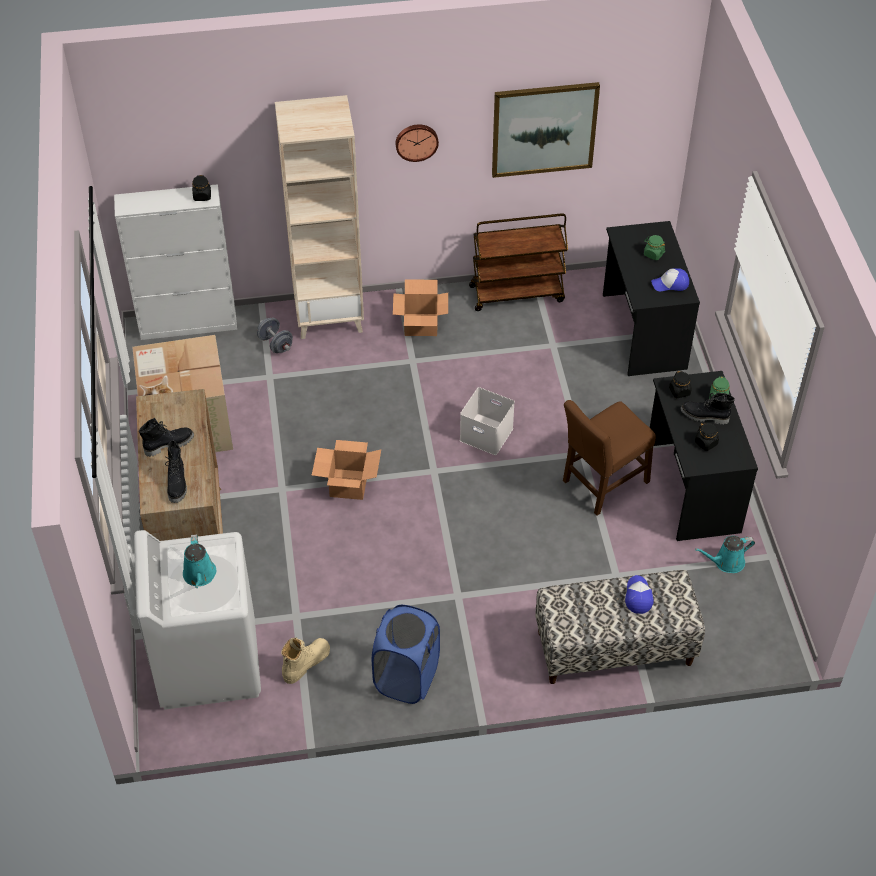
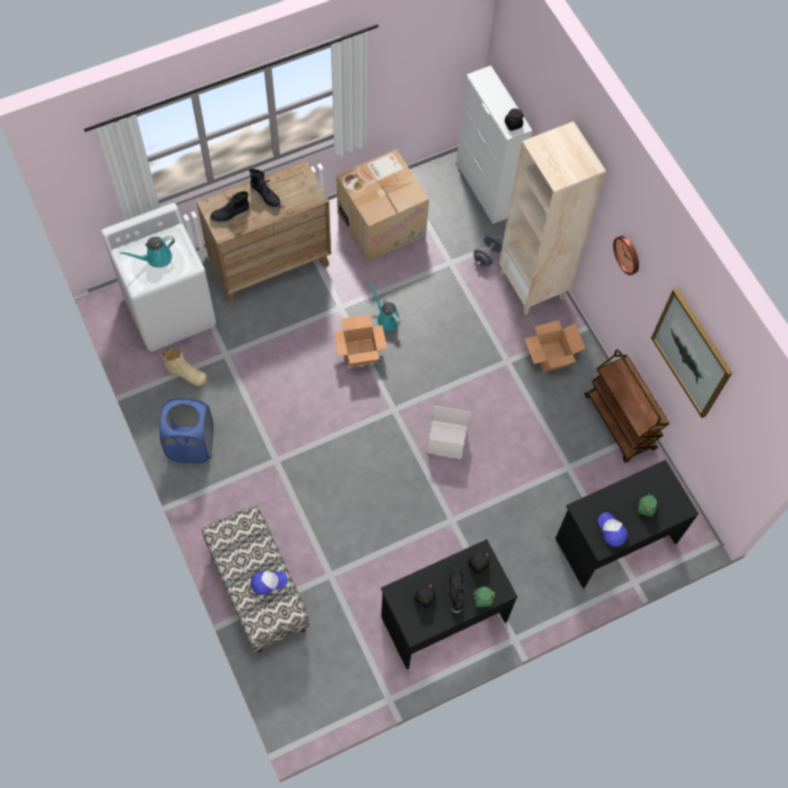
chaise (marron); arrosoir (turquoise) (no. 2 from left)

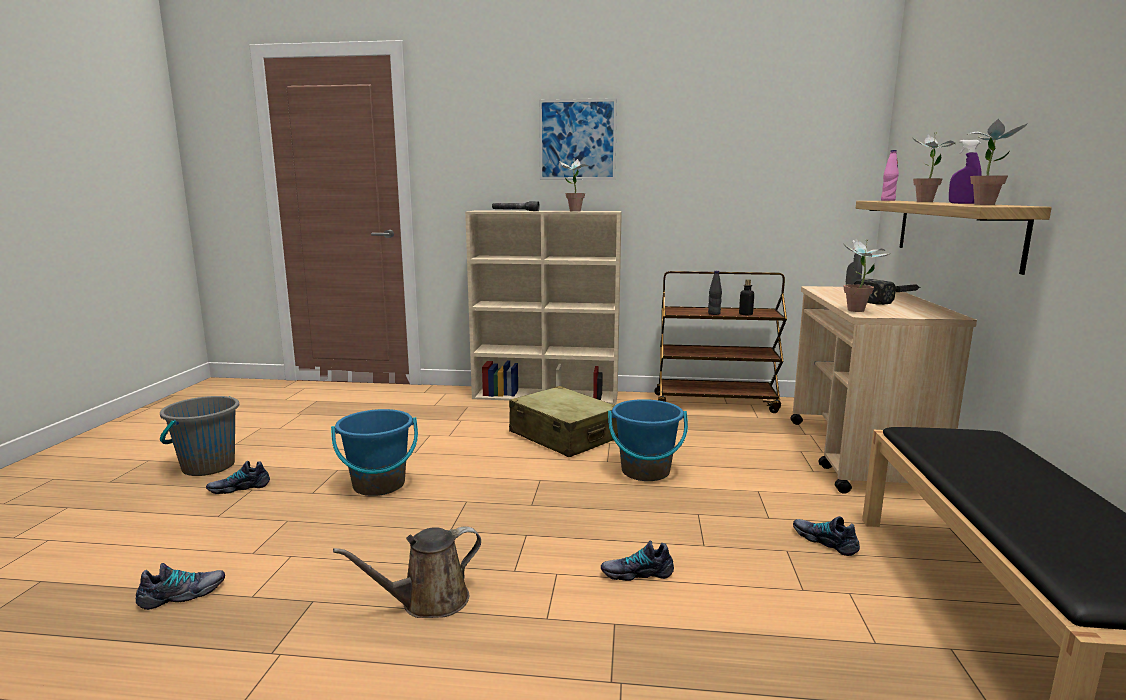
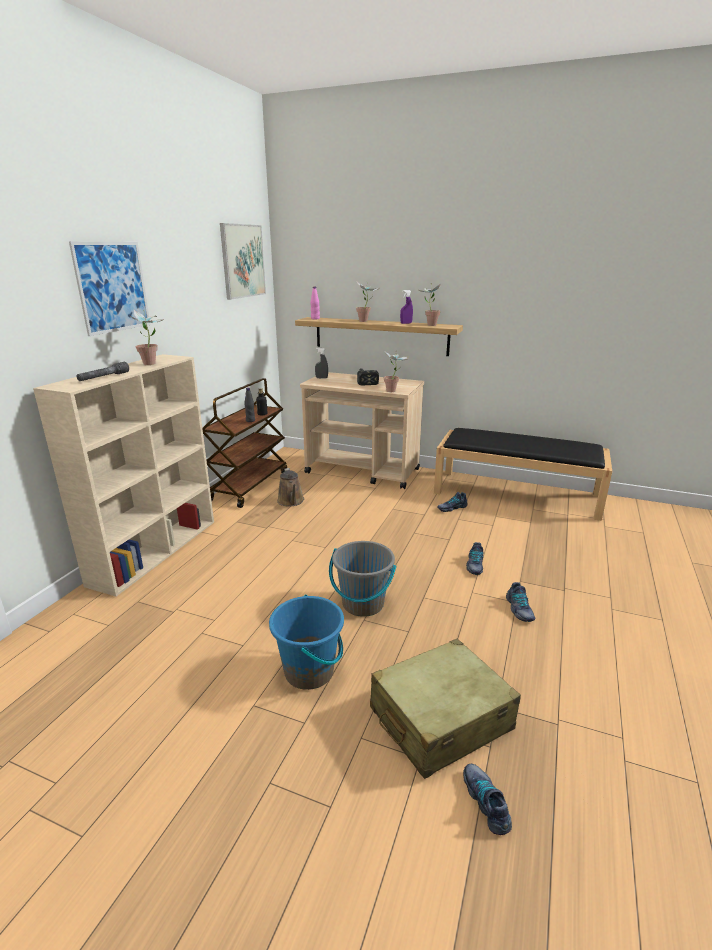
seau (gris); chaussure (no. 4 from left); arrosoir (marron); valise (beige); seau (bleu) (no. 2 from left in the first image); tableau (no. 2 from left)

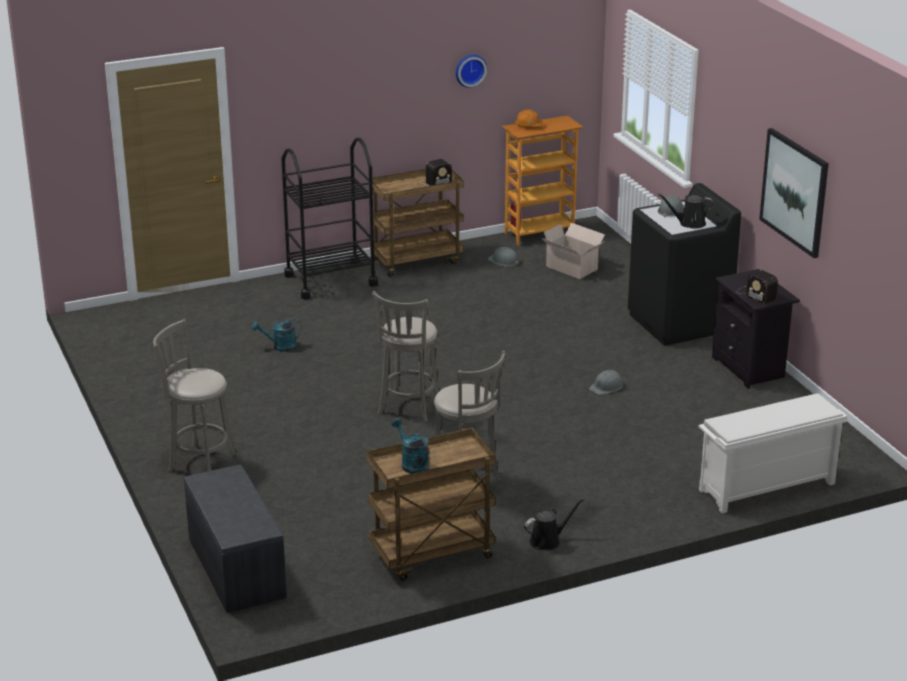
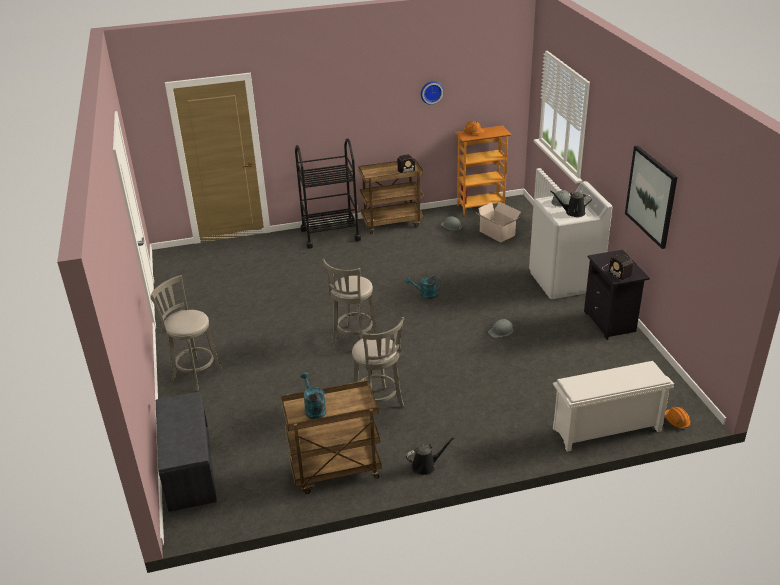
arrosoir (turquoise) (no. 2 from left); lave-linge (blanc); casque de chantier (orange) (no. 2 from left)

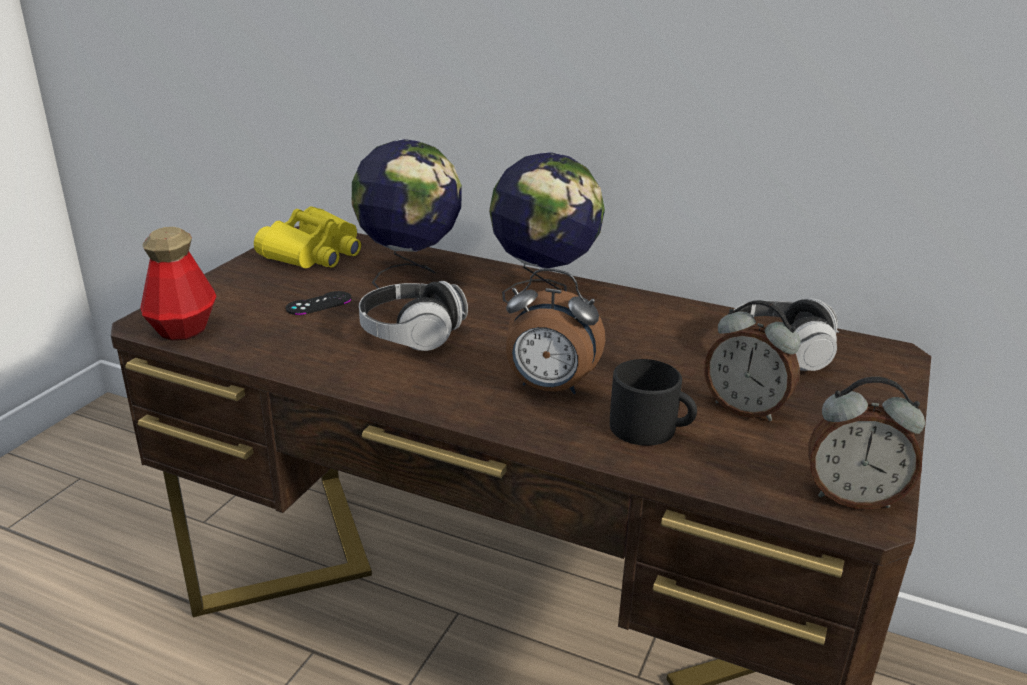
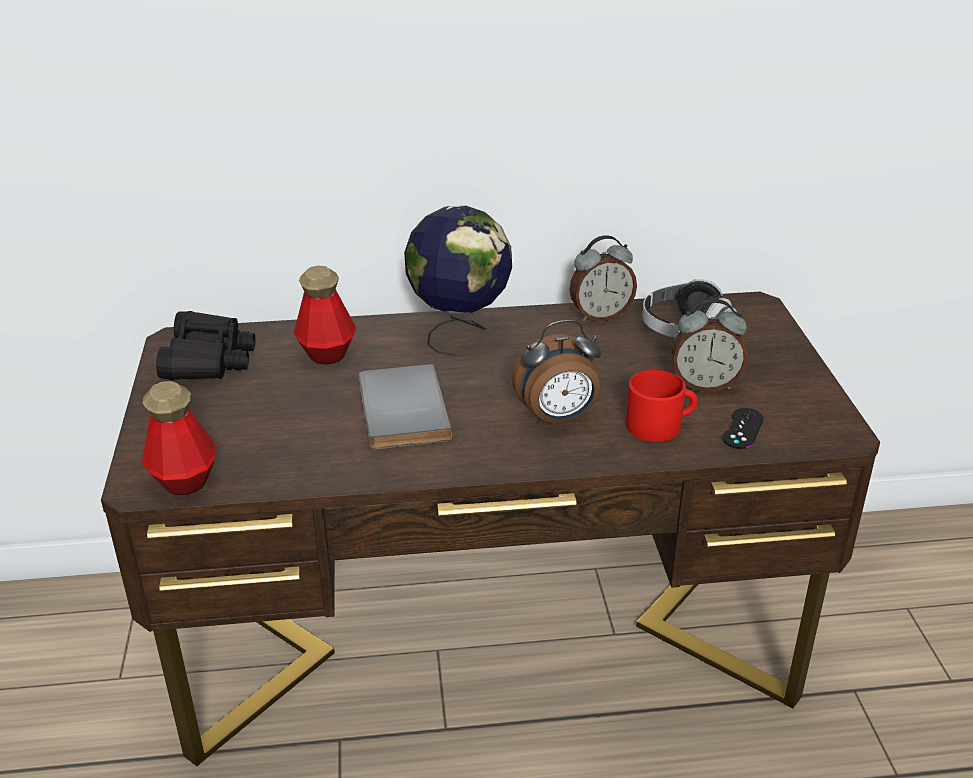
jumelles (noir); manette (noir); bouteille (no. 2 from left); livre (gris); mug (rouge); réveil (no. 2 from left)

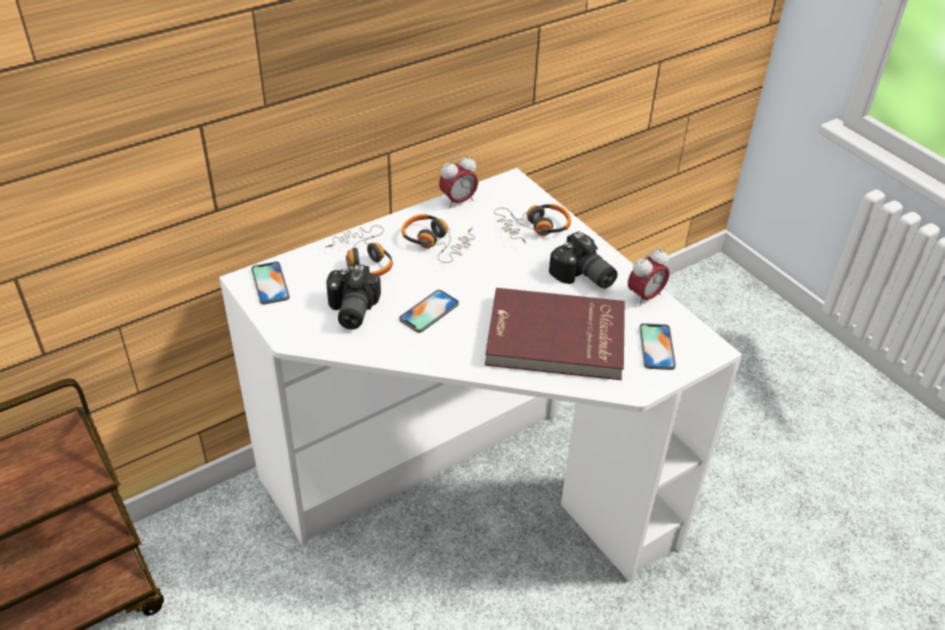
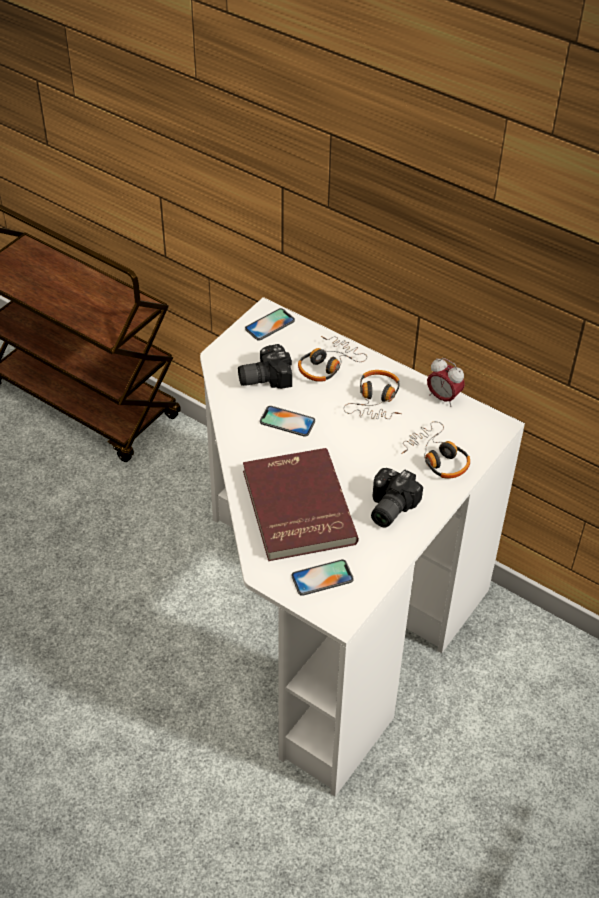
réveil (no. 2 from left in the first image)

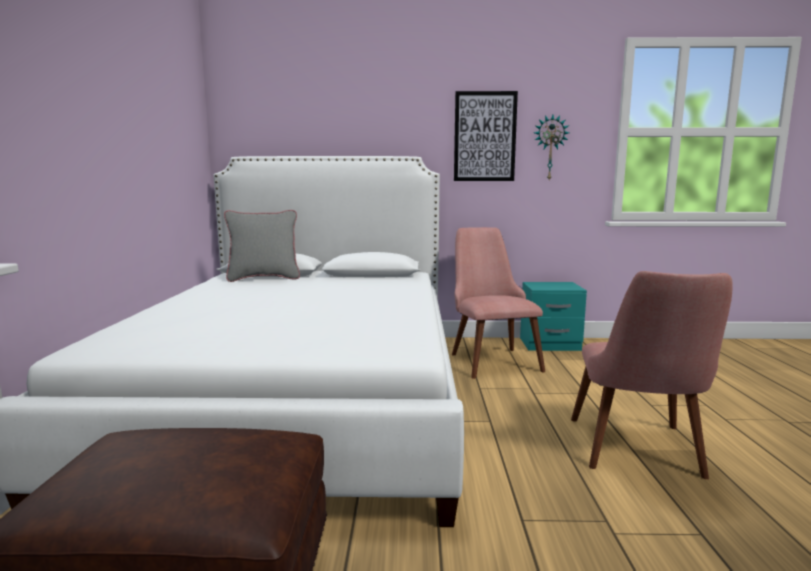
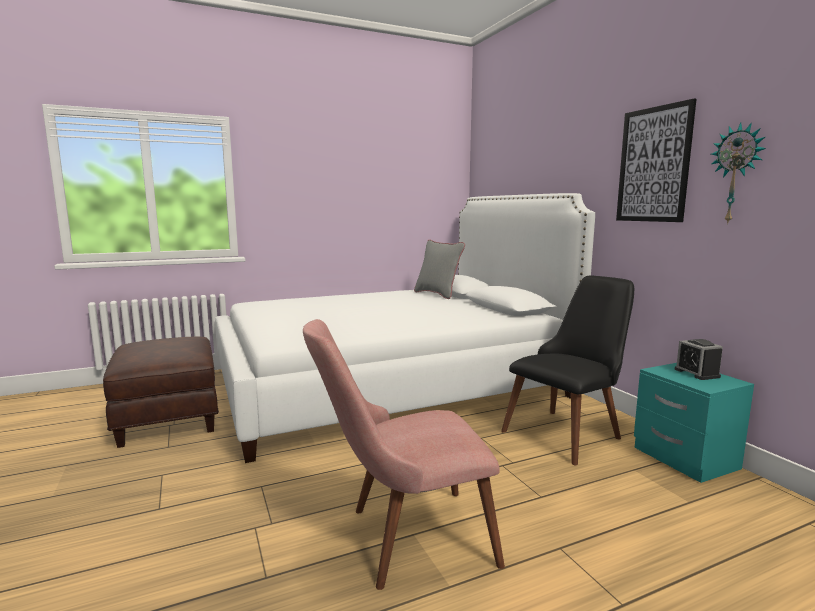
chaise (noir); réveil

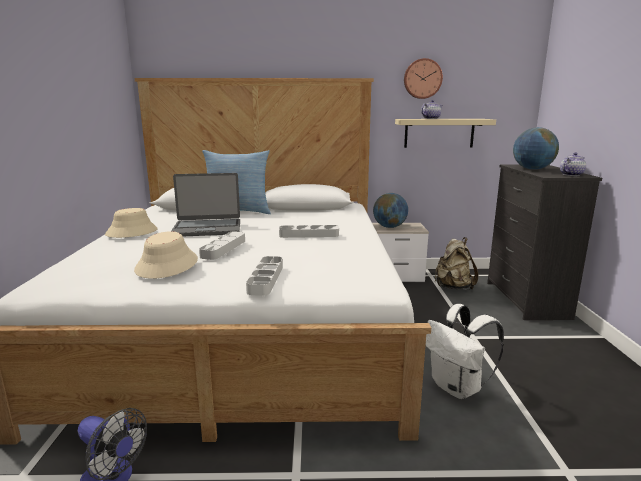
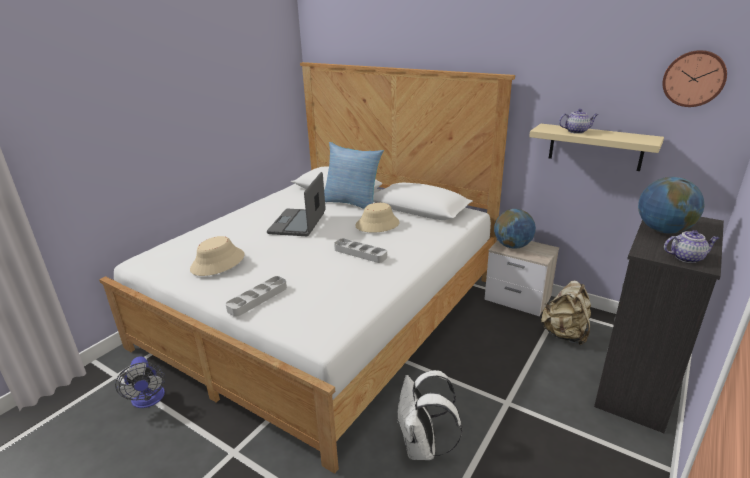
chapeau (beige) (no. 2 from left); ordinateur portable; plateau (gris) (no. 1 from left in the first image); horloge murale

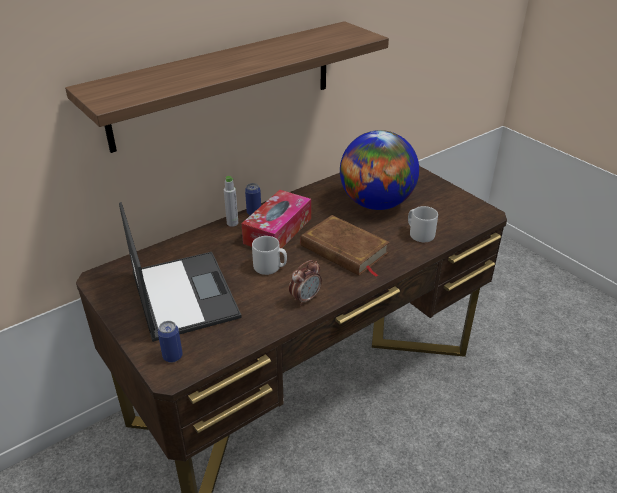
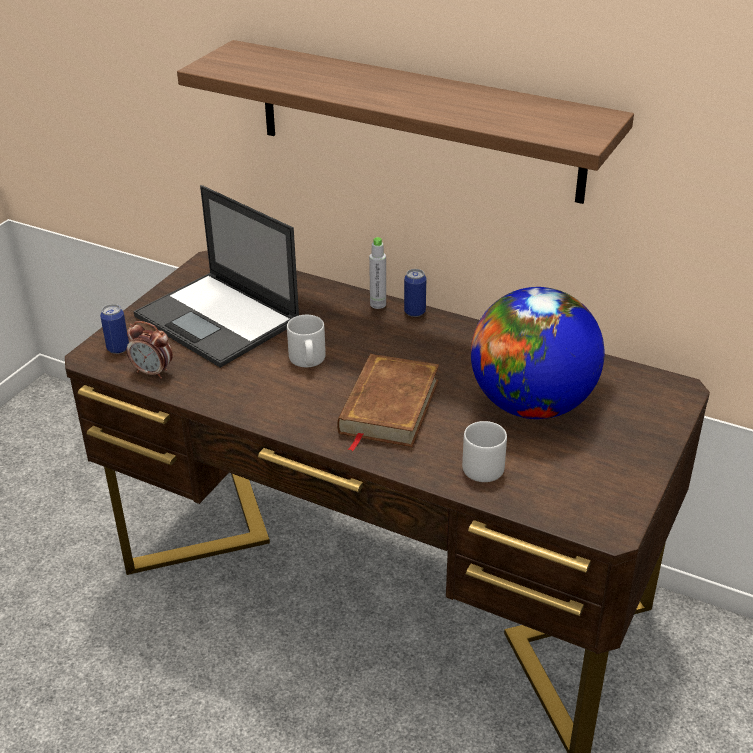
ordinateur portable; boîte à mouchoirs; réveil

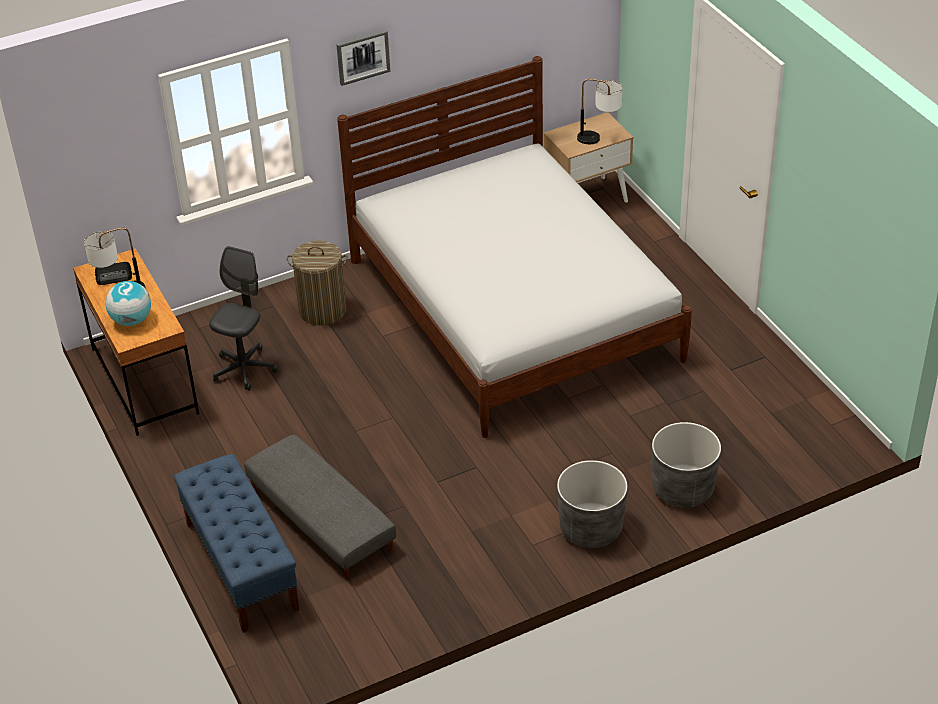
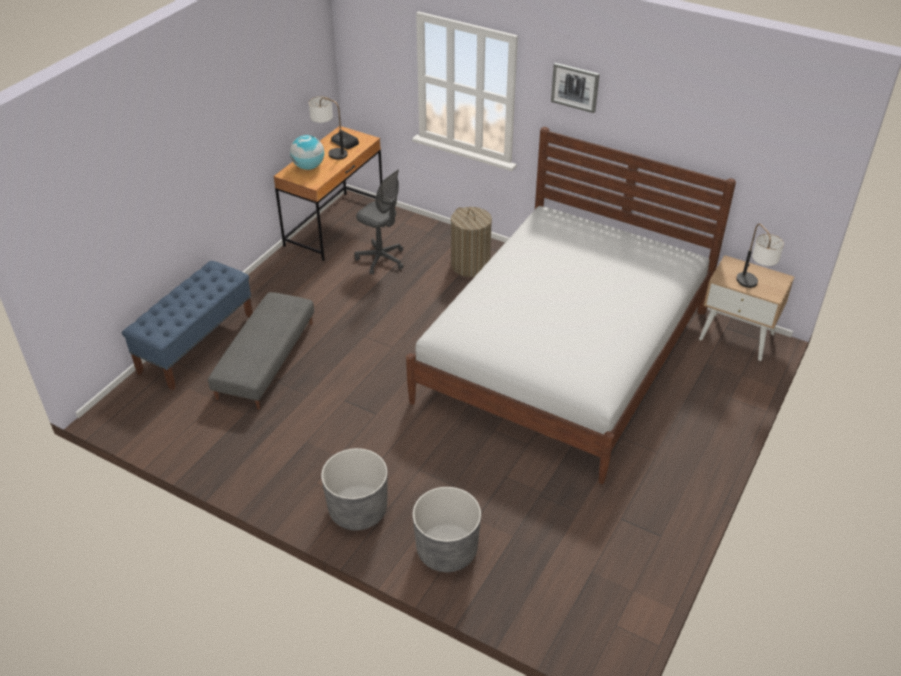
chaise de bureau (gris)

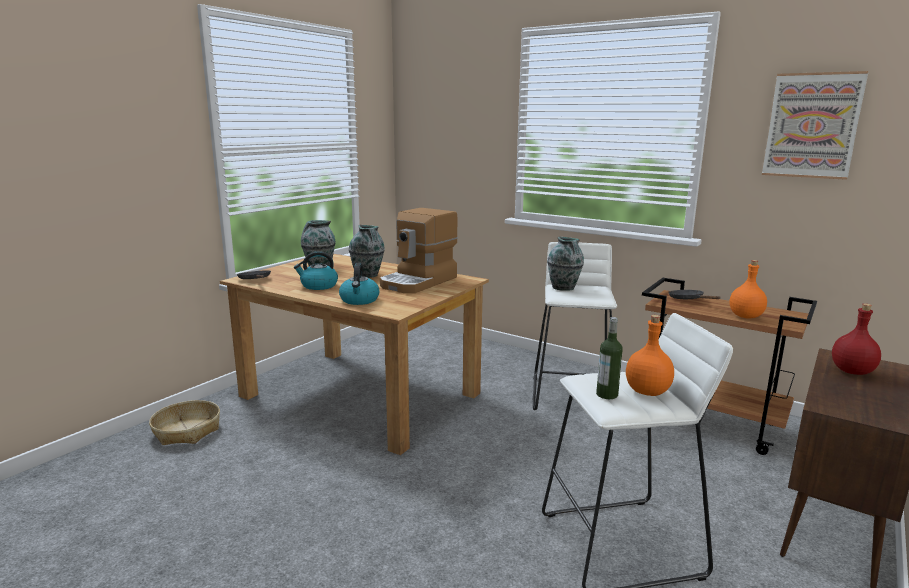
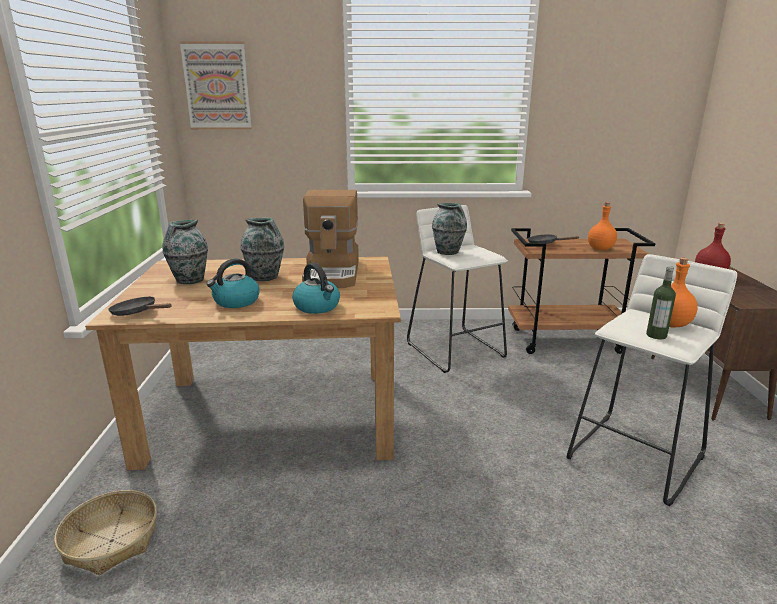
tableau

